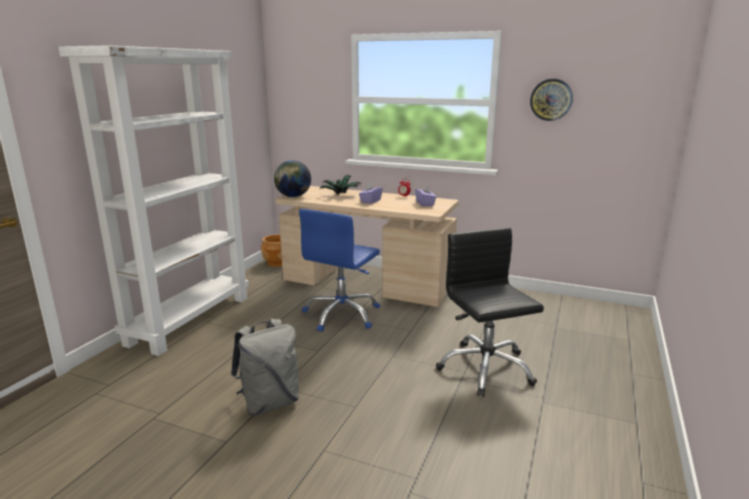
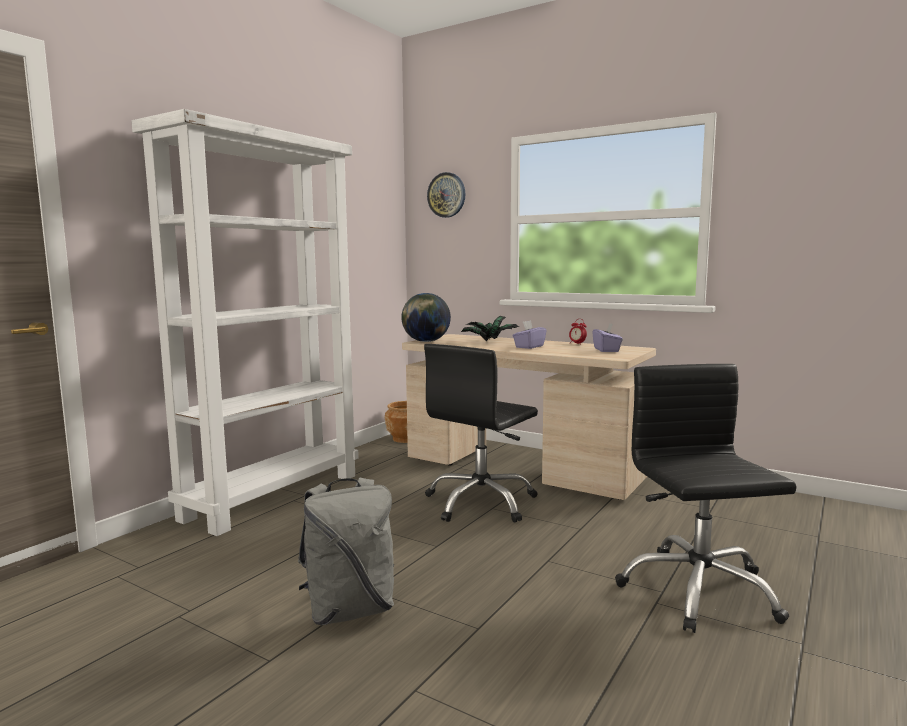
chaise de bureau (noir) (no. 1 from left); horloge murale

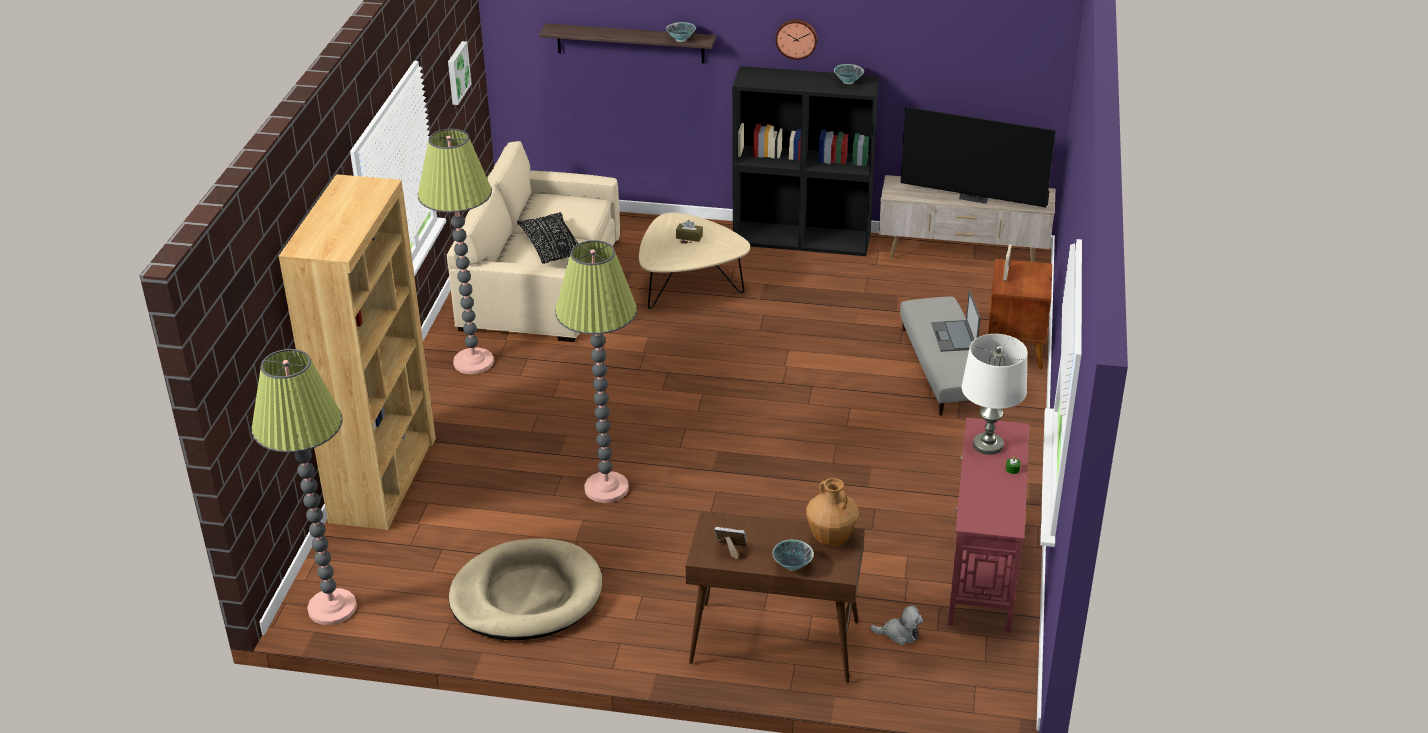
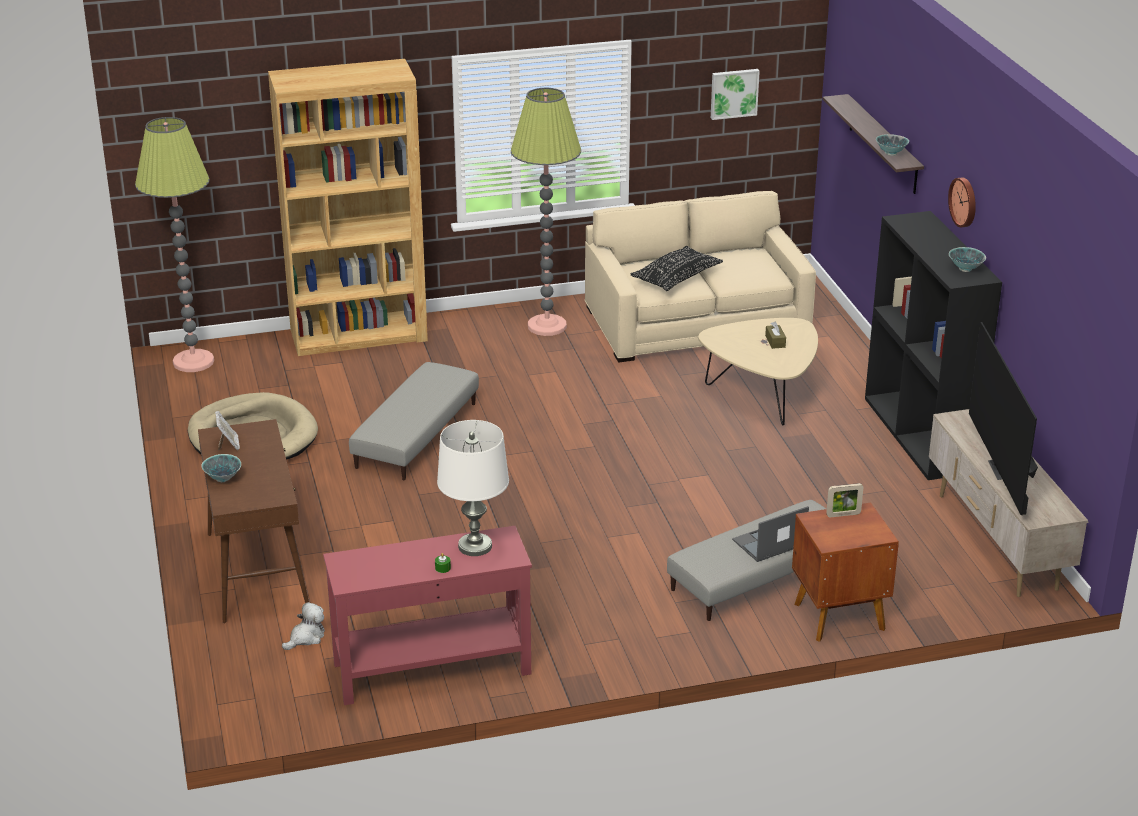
pouf (gris) (no. 1 from left); vase (marron); peluche

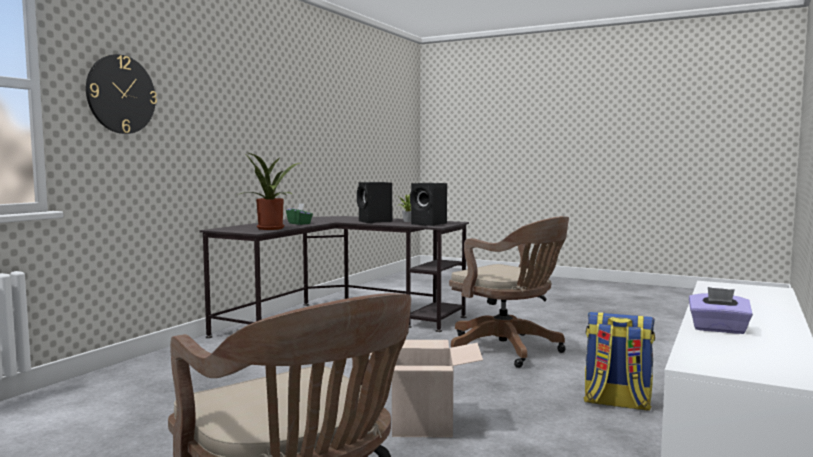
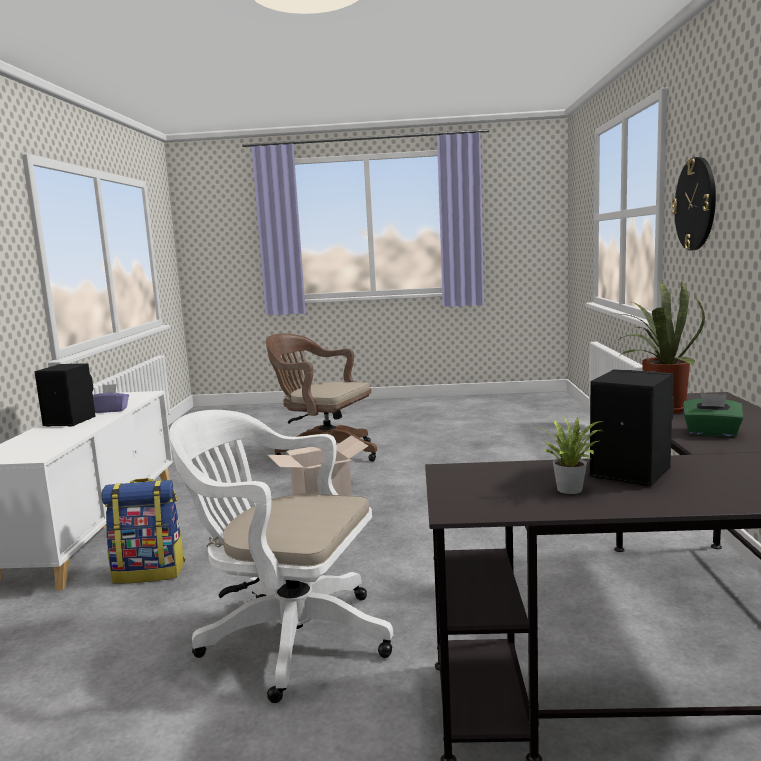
enceinte (noir) (no. 1 from left); chaise de bureau (blanc)

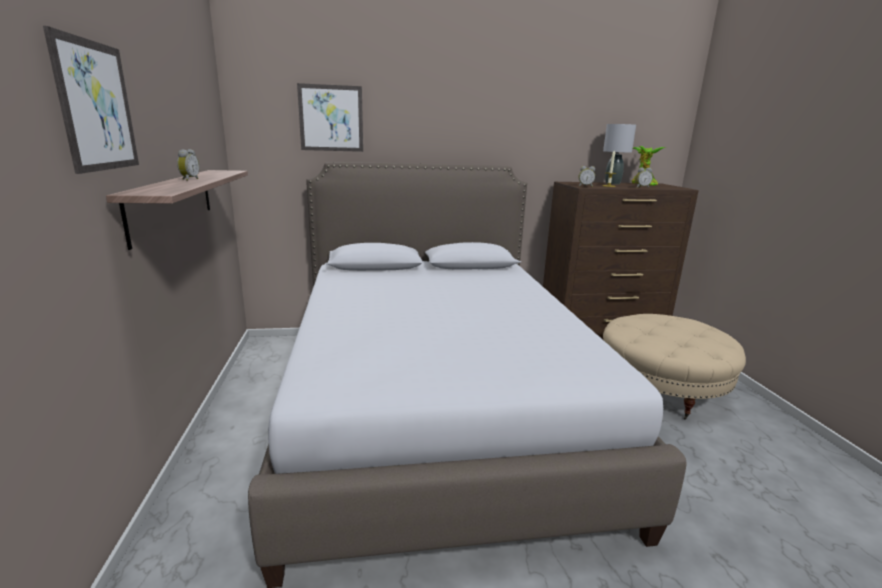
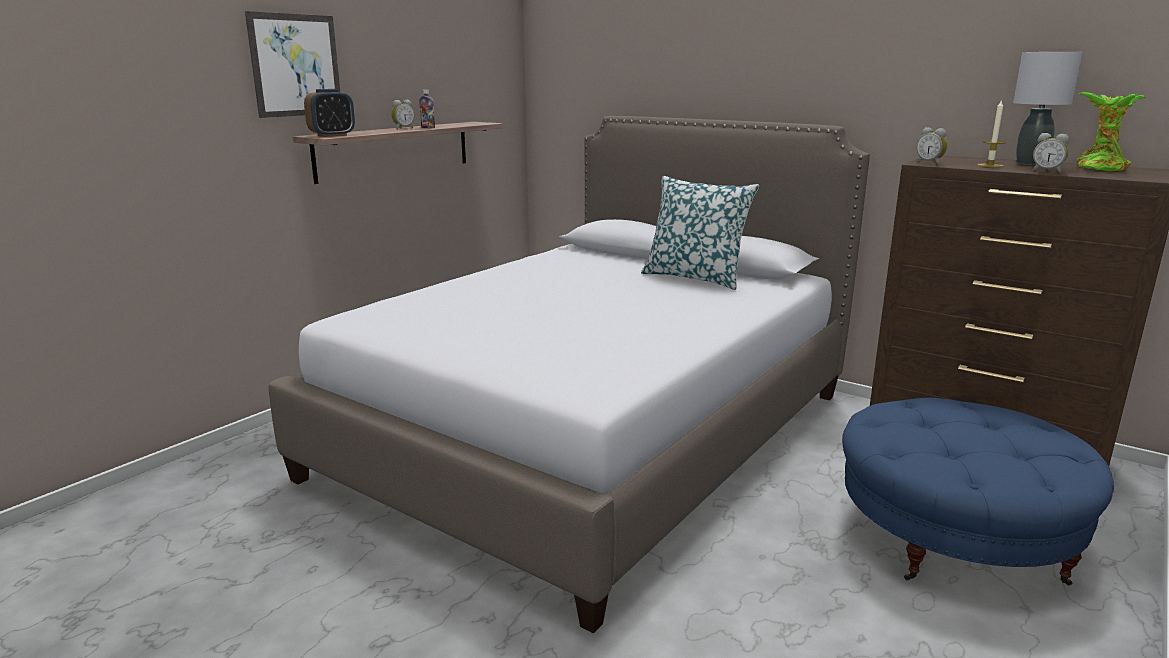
tableau (no. 2 from left in the first image); pouf (bleu); réveil (no. 1 from left); bouteille; coussin

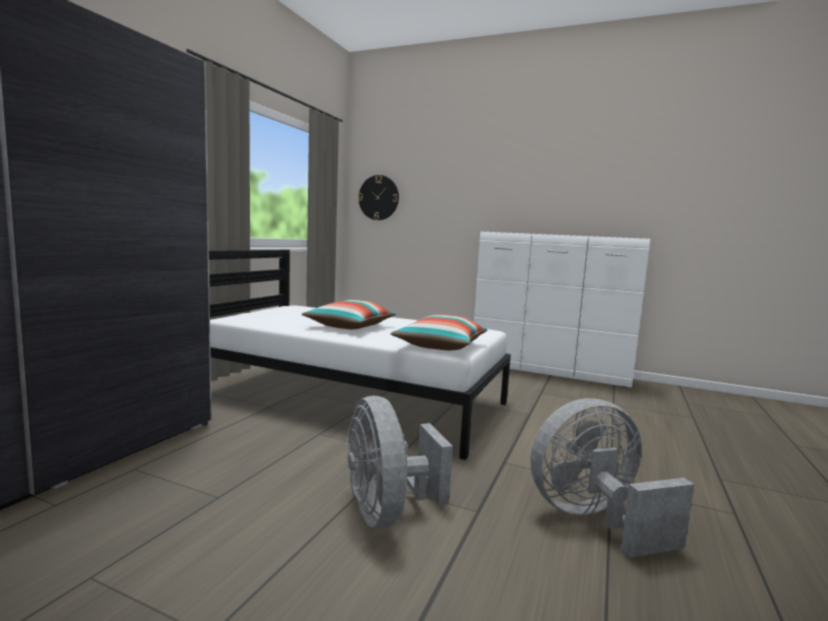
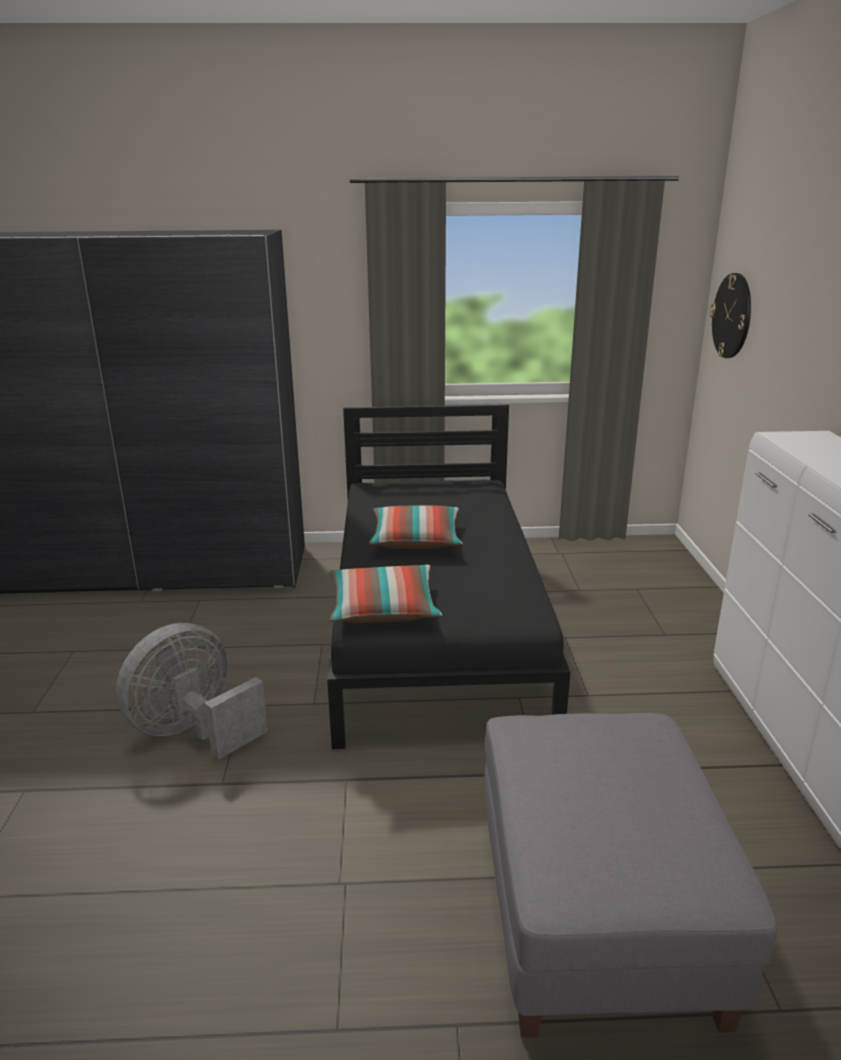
lit (noir); ventilateur (gris) (no. 2 from left in the first image); pouf (gris)

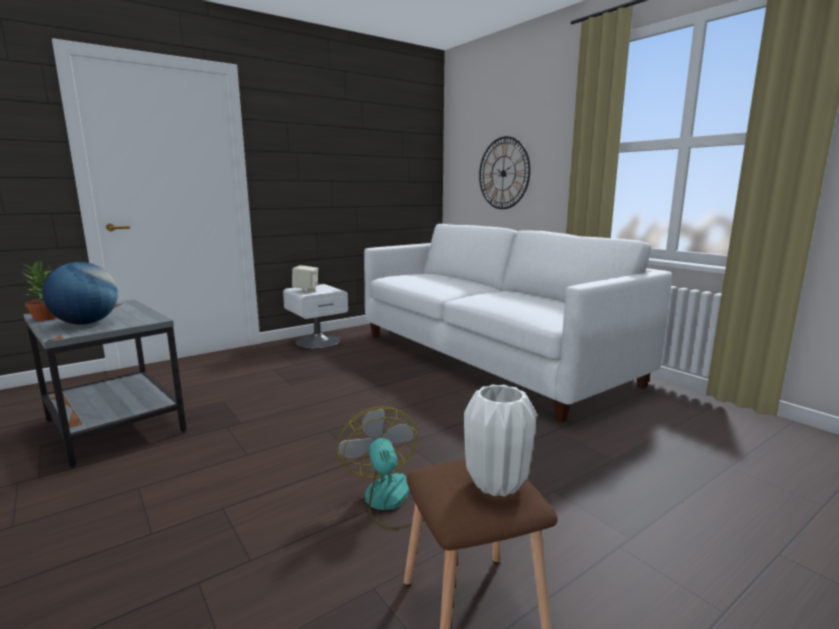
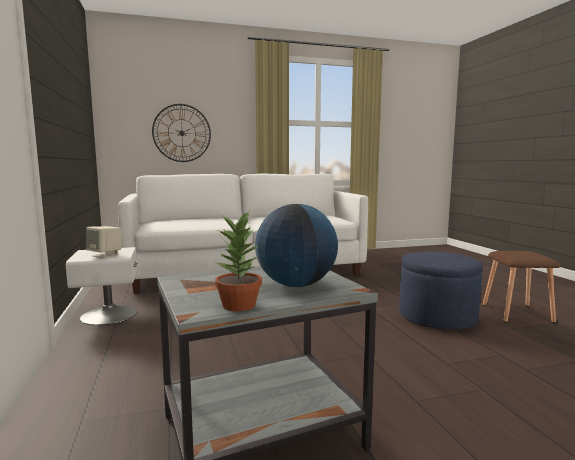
pouf (bleu); vase (blanc)

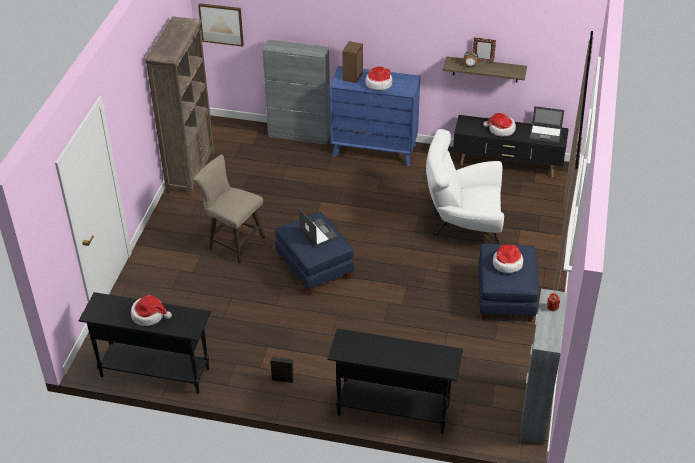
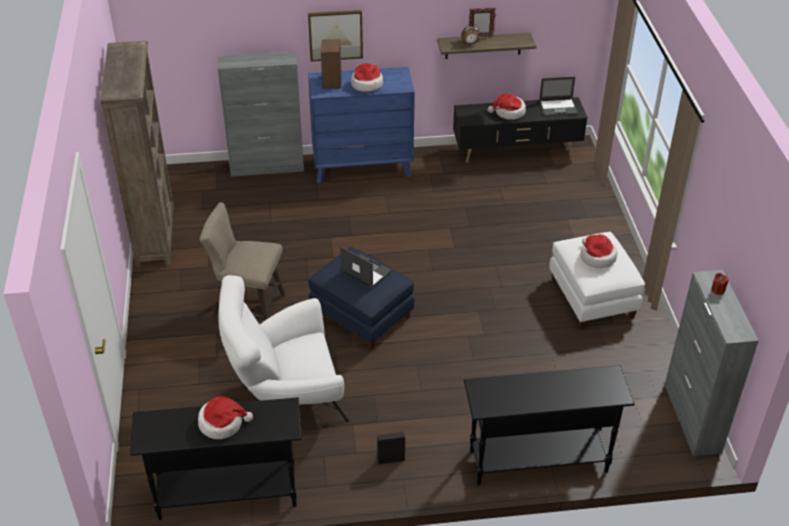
tableau; fauteuil (blanc); pouf (blanc)

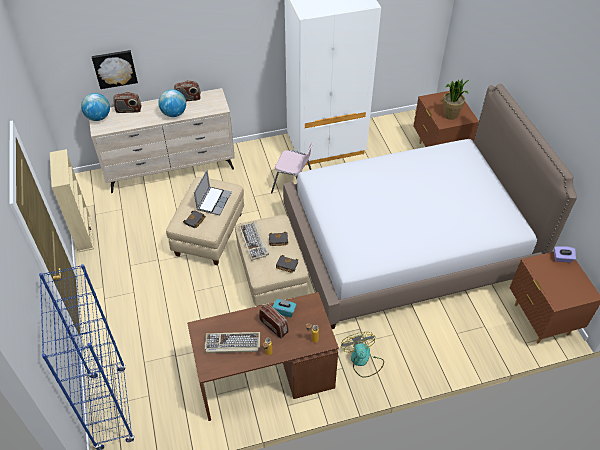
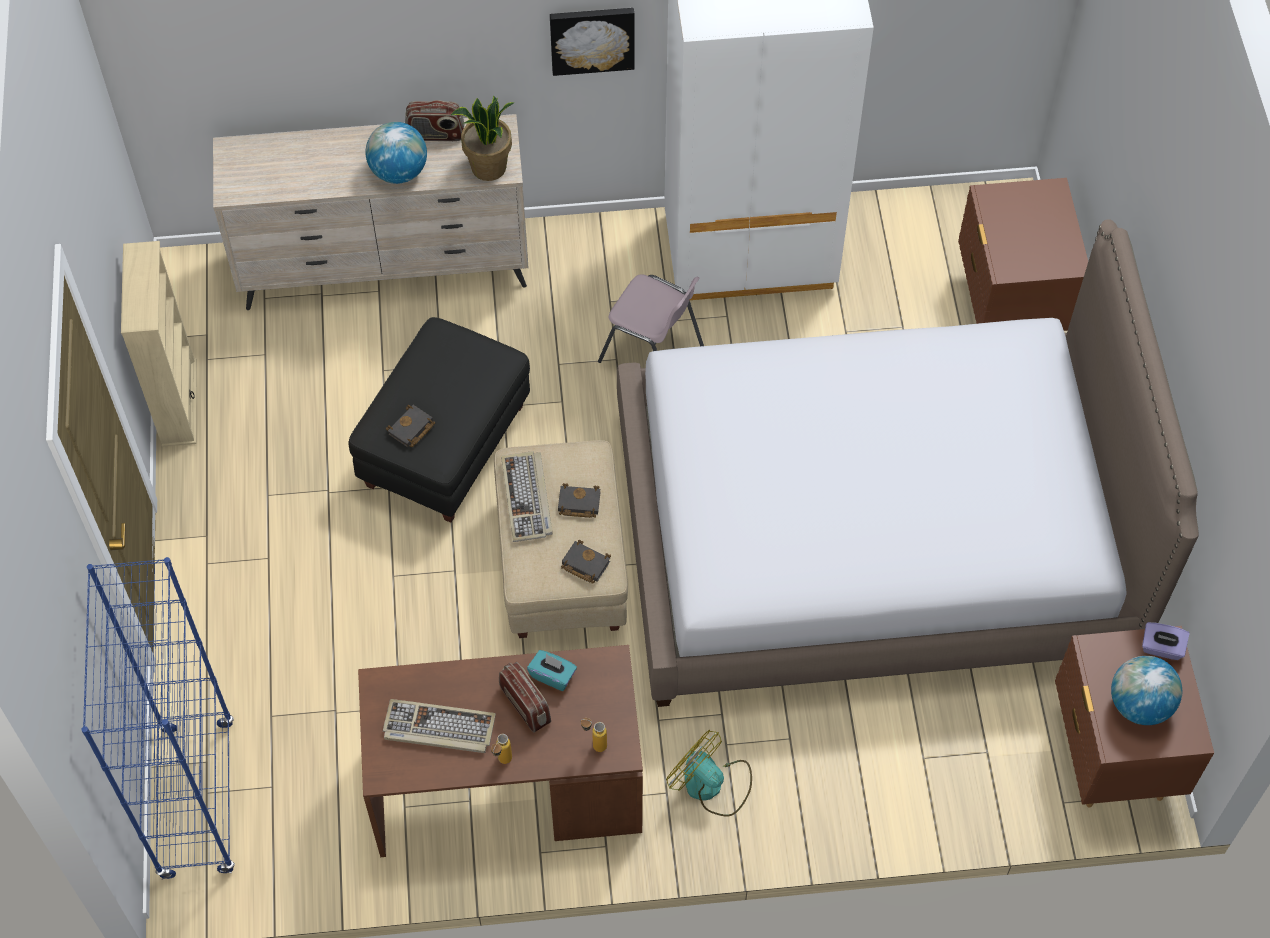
globe (no. 2 from left); tableau; radio (no. 1 from left in the first image); pouf (noir); ordinateur portable; ventilateur; plante en pot

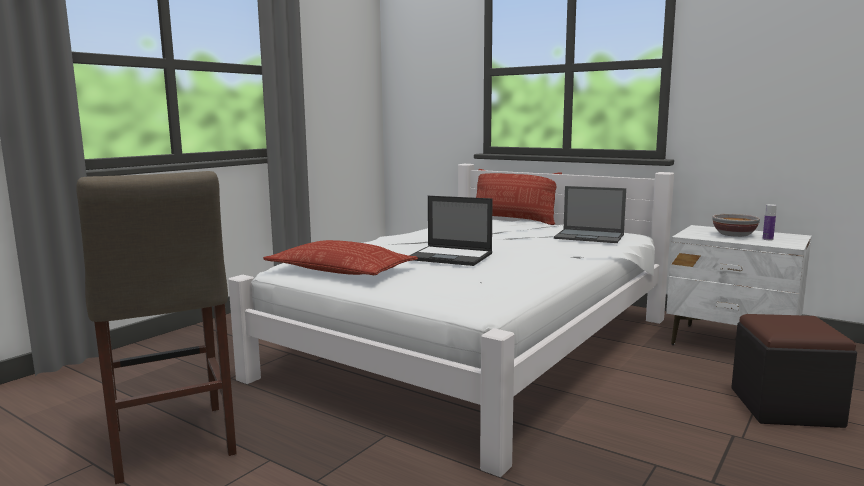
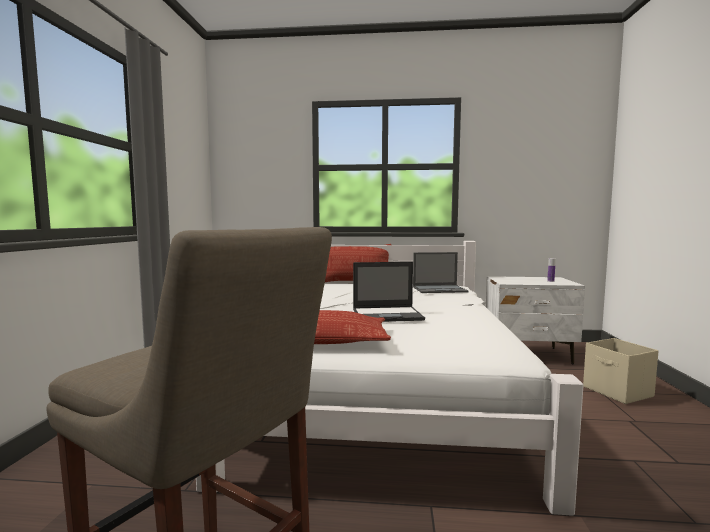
bol; boîte de rangement (beige)

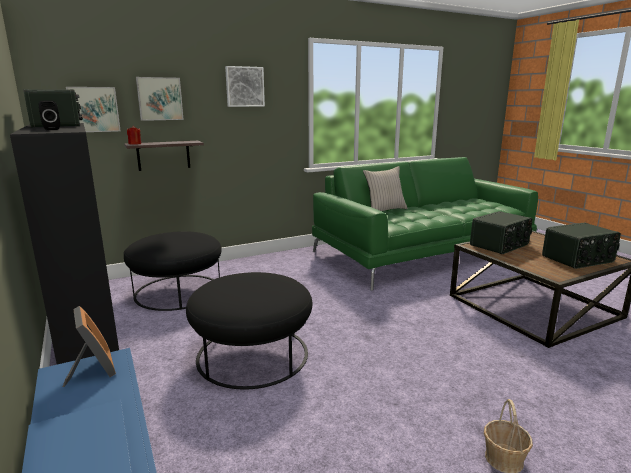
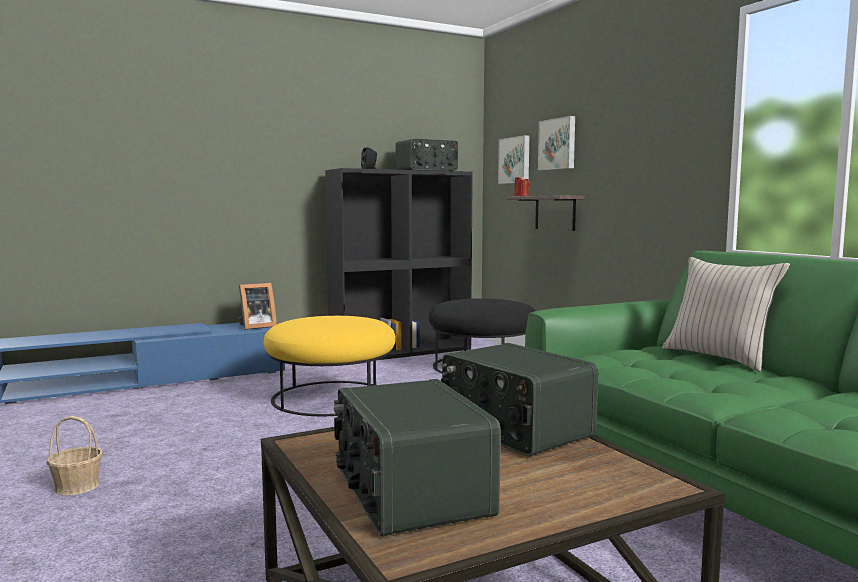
pouf (jaune); tableau (no. 3 from left in the first image)

